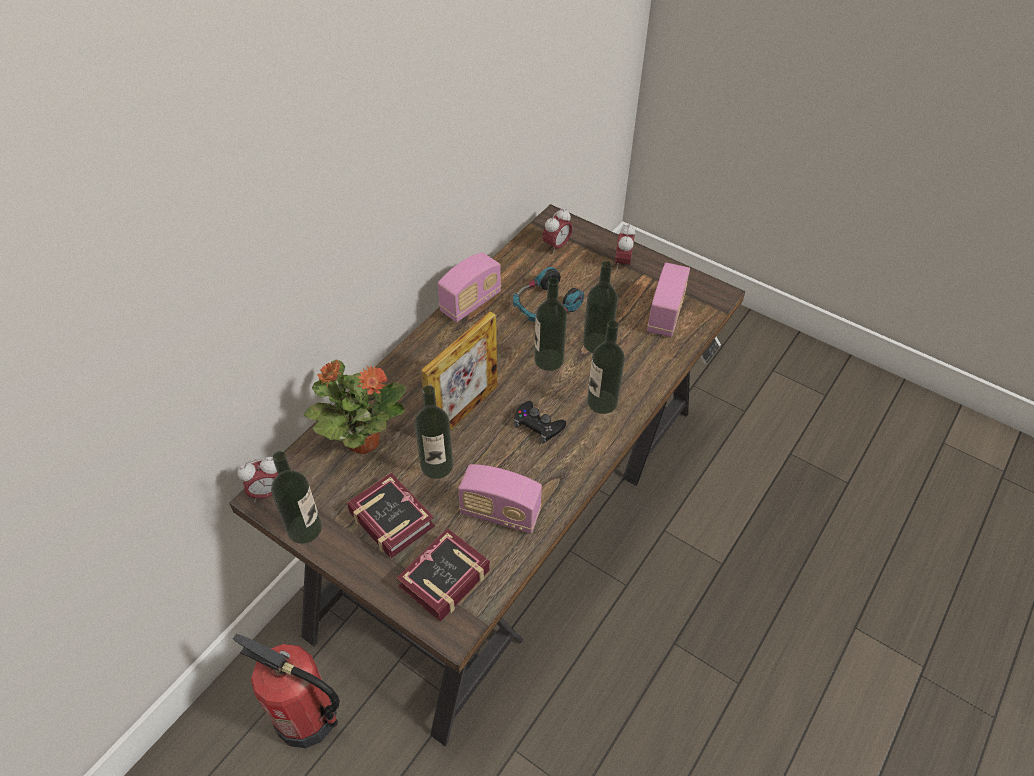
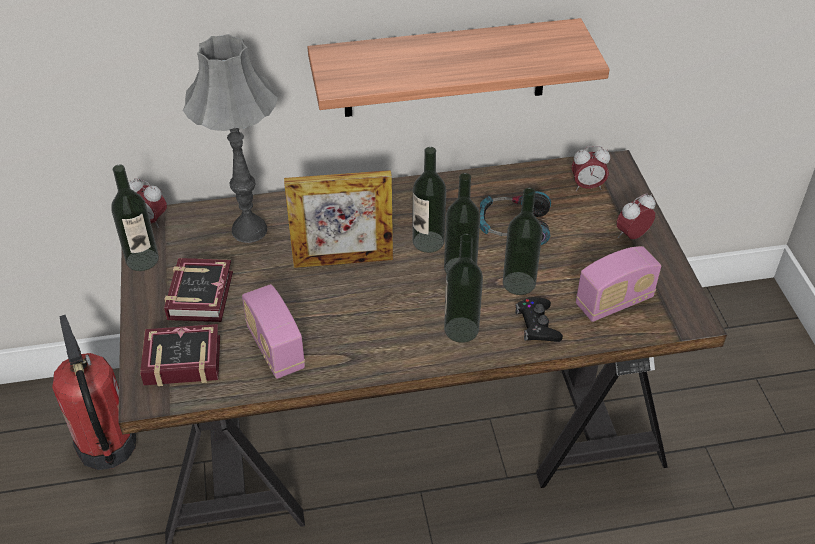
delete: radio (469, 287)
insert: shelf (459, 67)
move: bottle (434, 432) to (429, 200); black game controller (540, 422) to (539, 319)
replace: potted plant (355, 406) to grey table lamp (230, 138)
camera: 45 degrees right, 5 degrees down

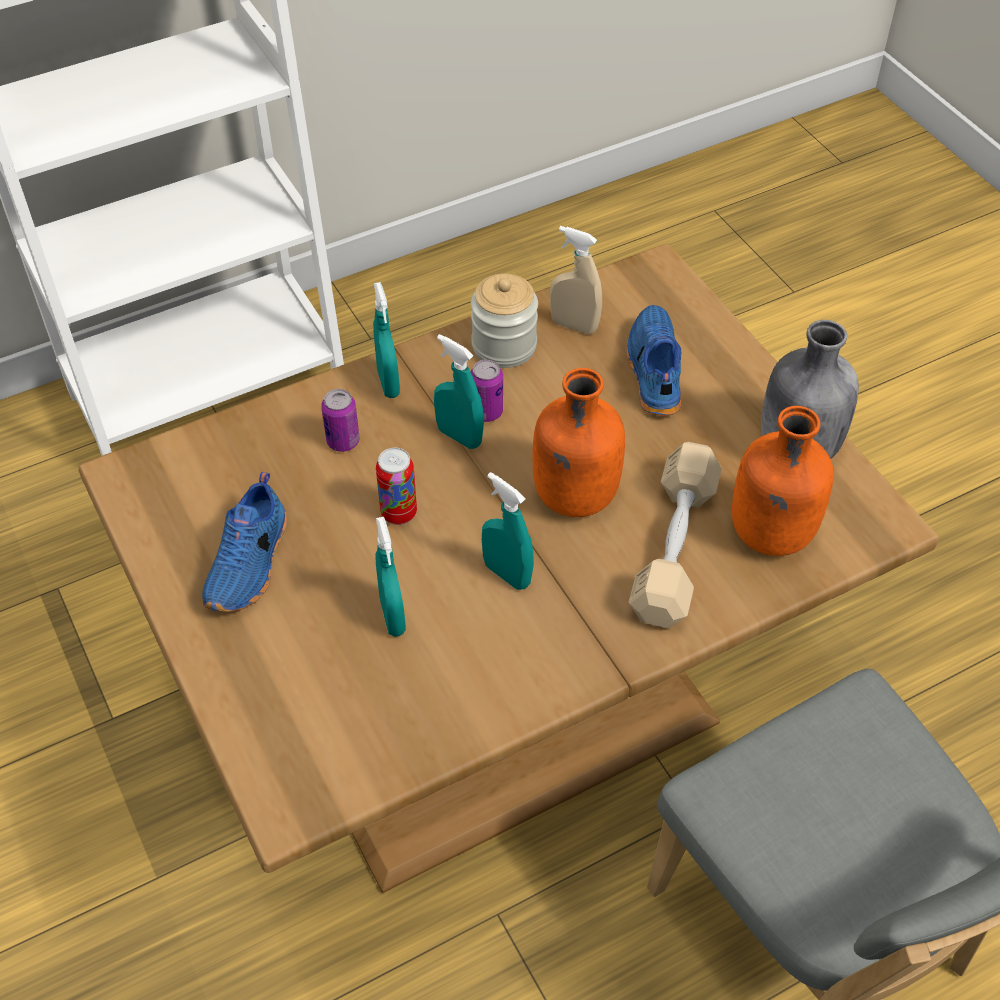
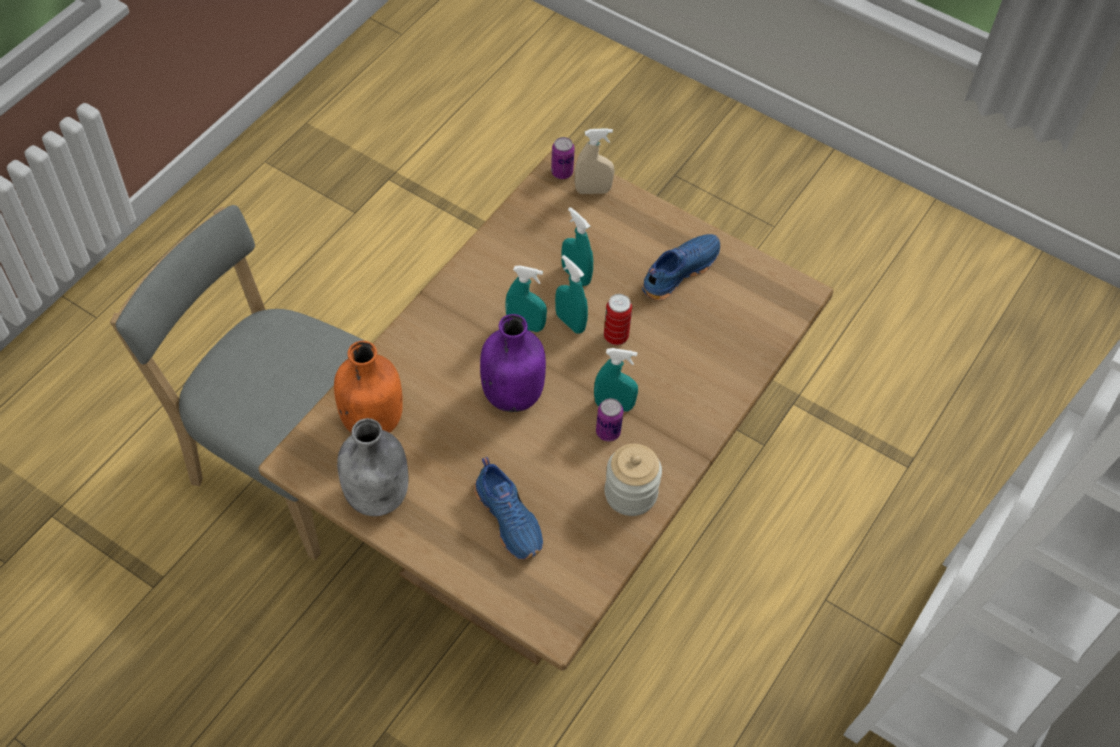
delete: beige dumbbell (675, 535)
move: can (340, 420) to (563, 158); turquoise spray bottle (386, 340) to (571, 294); beige spray bottle (576, 280) to (594, 161)
recolor: orange bottle (578, 442) to purple bottle (513, 363)
rotate: blue shoe (244, 542) = (681, 267) 60 degrees clockwise
camera: 150 degrees right, 5 degrees up

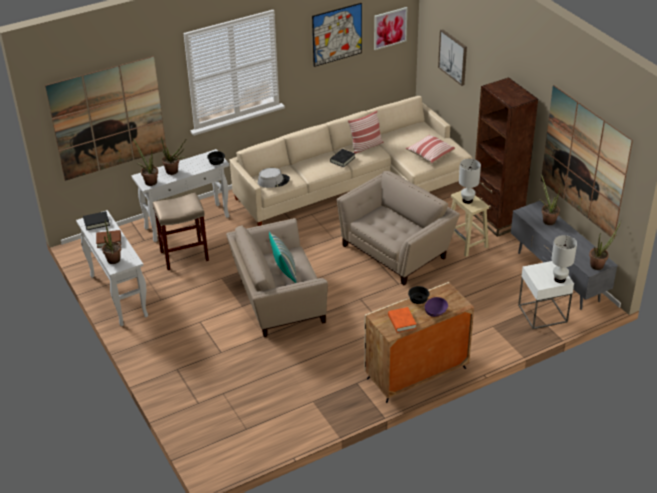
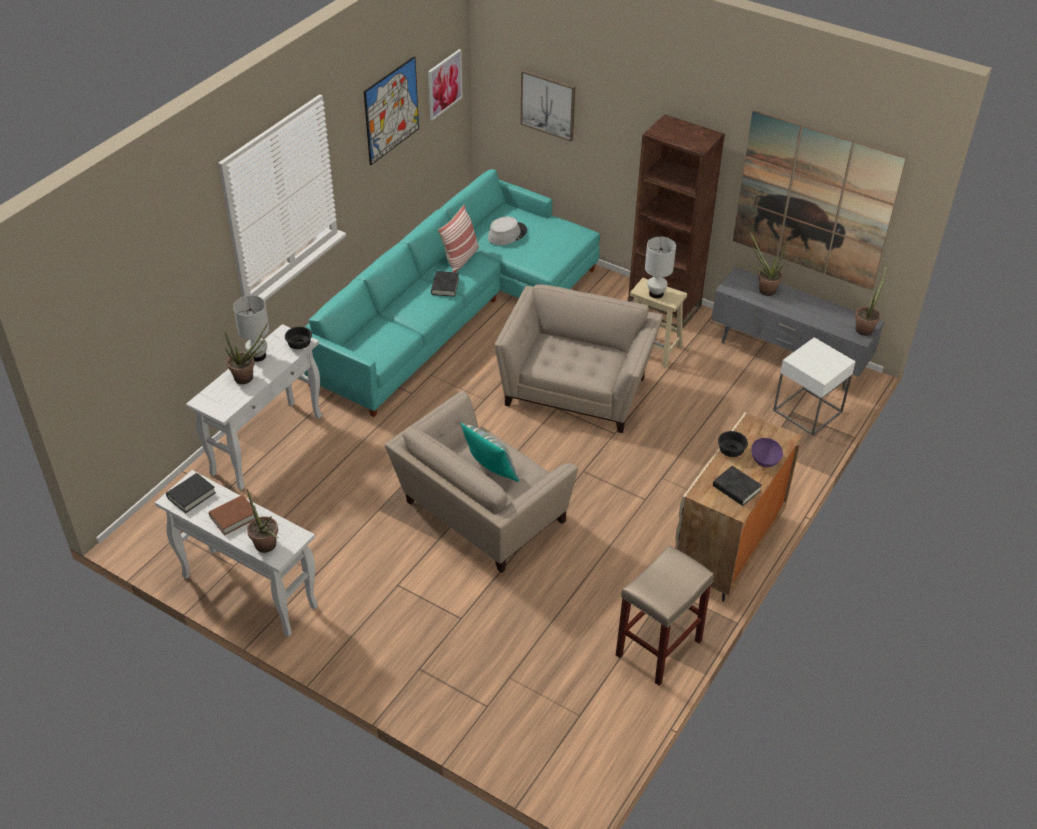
delete: picture (106, 118); potted plant (145, 162); pillow (430, 149)
move: white table lamp (564, 259) to (251, 328); grey hat (274, 178) to (507, 230); beige stool (181, 231) to (665, 615)
recolor: beige sofa (351, 161) to turquoise sofa (452, 293); orange book (402, 320) to black book (737, 486)
camera: 30 degrees left, 5 degrees up

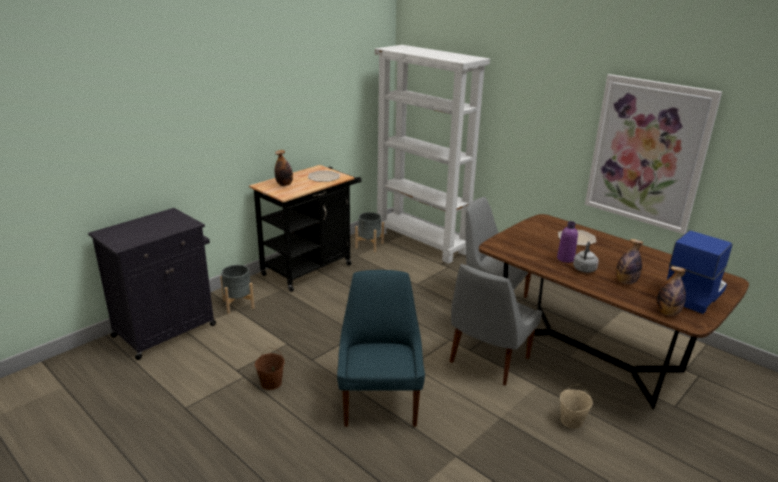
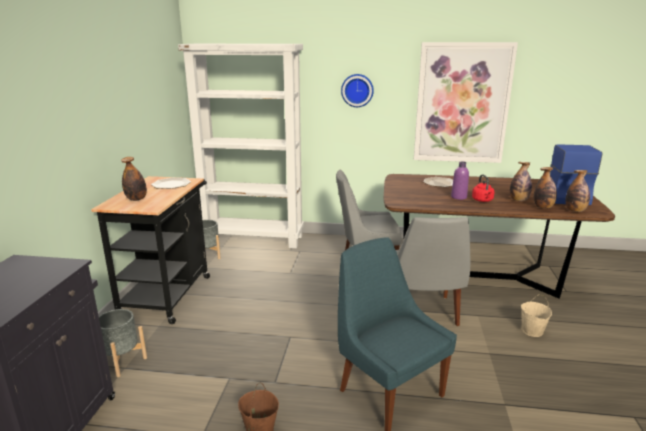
insert: wall clock (357, 90); bottle (545, 188)
recolor: grey kettle (586, 257) to red kettle (483, 188)
camera: 35 degrees left, 5 degrees down

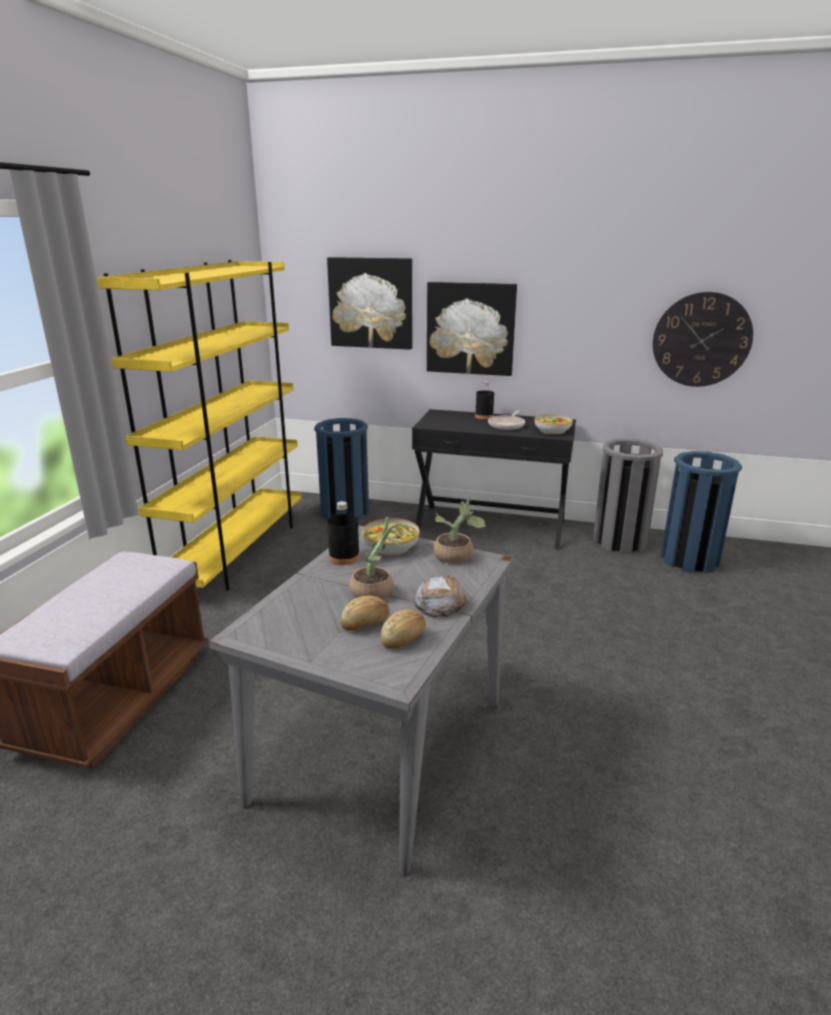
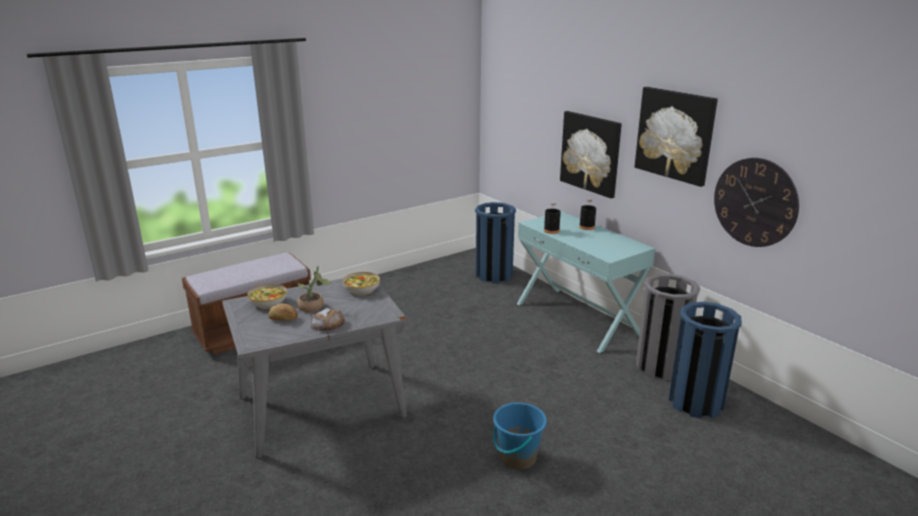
delete: yellow bookcase (199, 425); bread (403, 629); potted plant (459, 529); frying pan (506, 420)
insert: blue bucket (520, 436)
move: bowl (553, 424) to (267, 296); black bottle (343, 533) to (552, 218); picture (369, 303) to (676, 137)
recolor: black console table (494, 479) to turquoise console table (586, 282)
camera: 40 degrees right, 0 degrees up

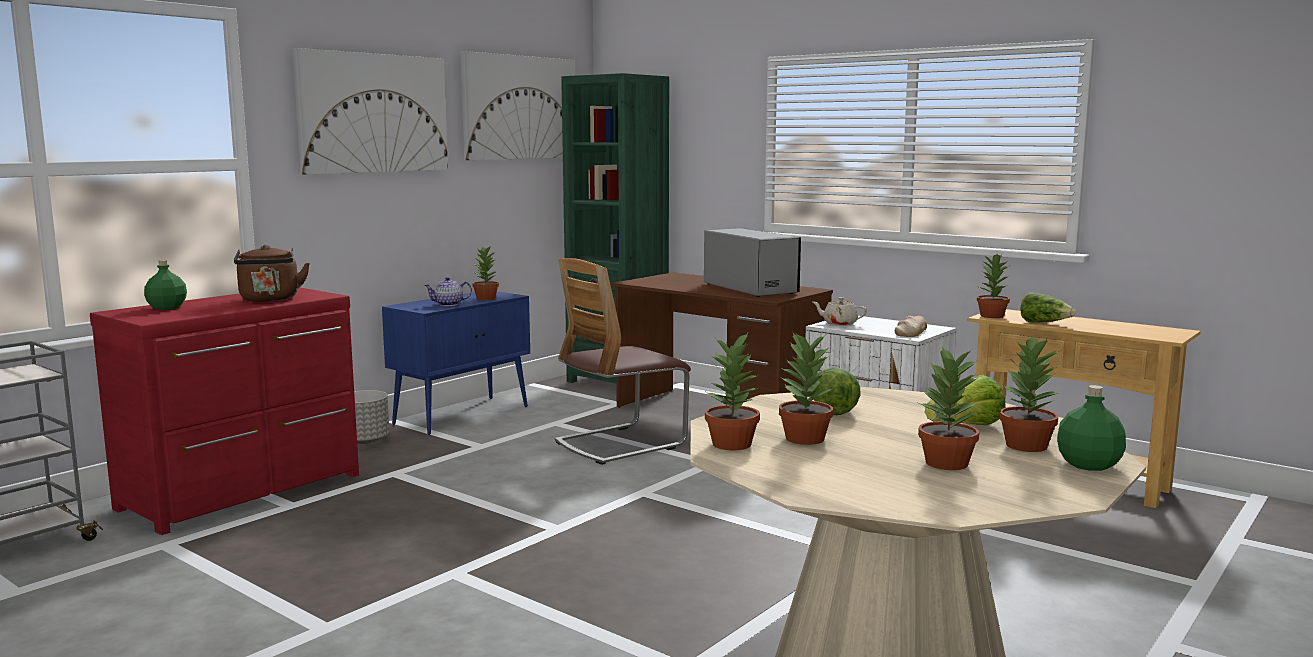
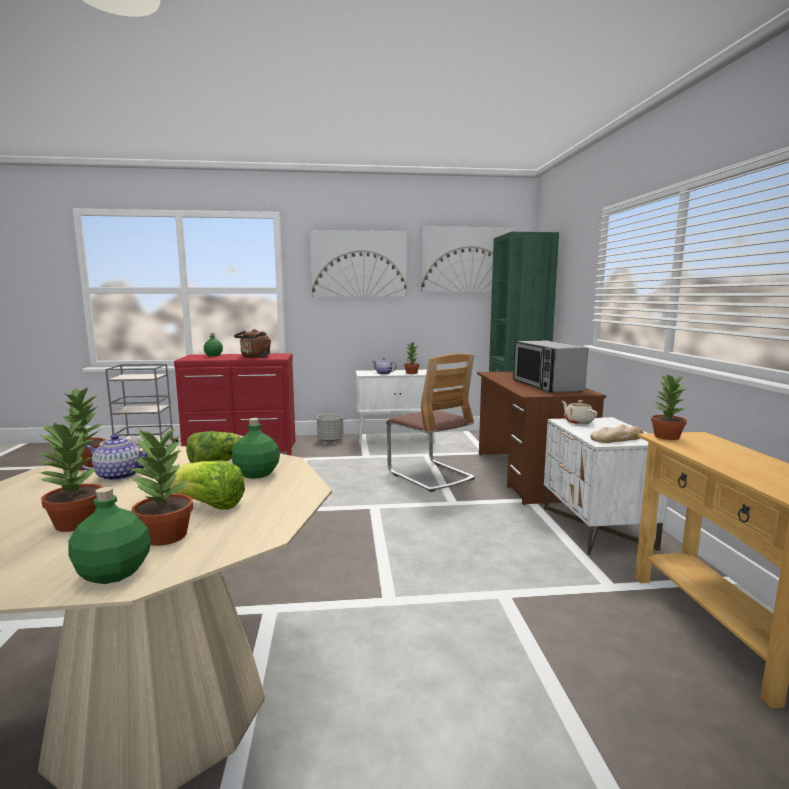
delete: lettuce (1048, 307)
insert: green bottle (256, 448)
replace: potted plant (806, 388) to teapot (114, 457)
recolor: blue cabinet (456, 363) to white cabinet (397, 407)
rotate: chair (623, 361) = (430, 423) 135 degrees counterclockwise; microwave (752, 262) = (550, 367) 150 degrees clockwise
camera: 45 degrees right, 0 degrees up

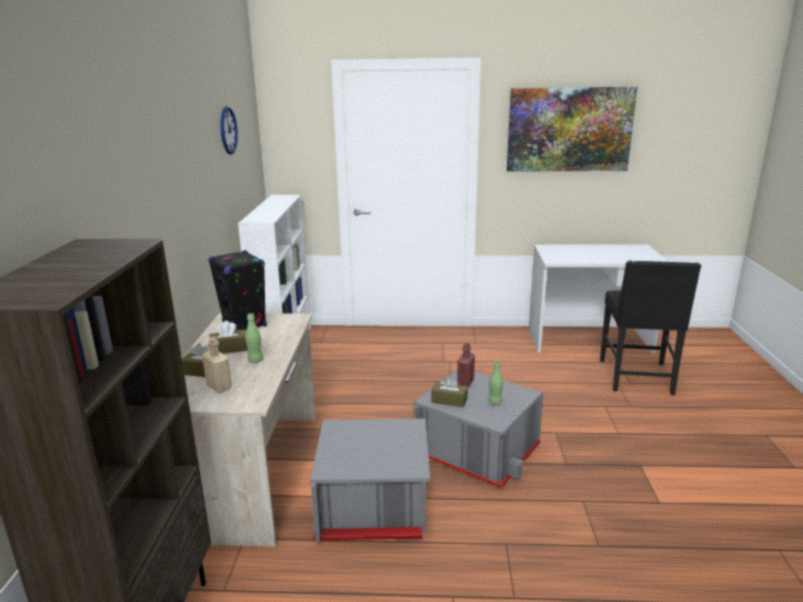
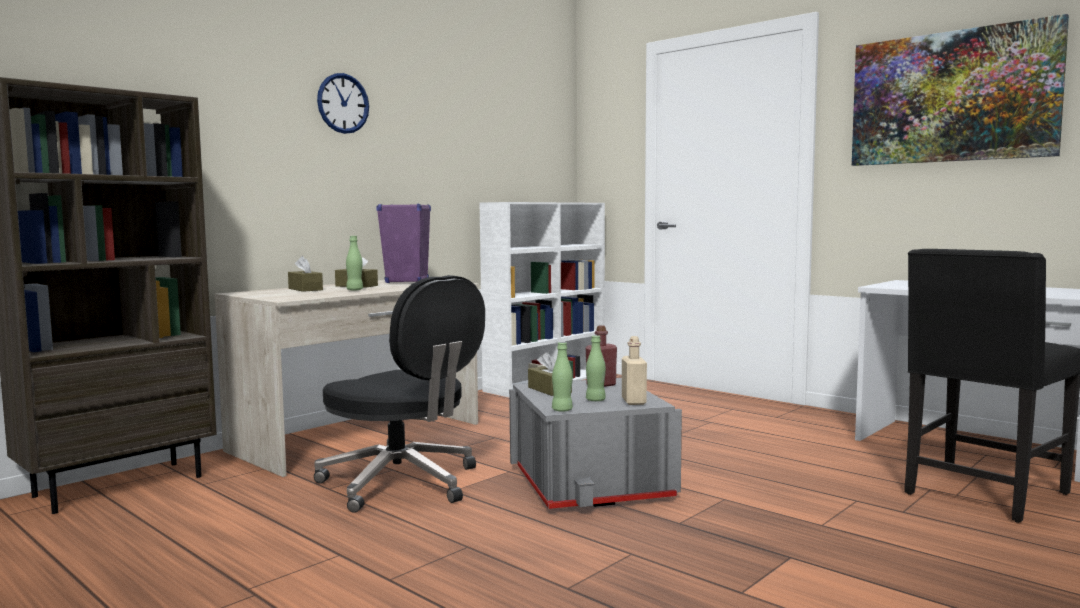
insert: green bottle (562, 376)
move: wall clock (229, 130) to (343, 103); beige bottle (217, 365) to (634, 370)
replace: grey storage box (370, 481) to black office chair (399, 394)
recolor: black speaker (237, 290) to purple speaker (403, 243)
camera: 40 degrees right, 15 degrees down

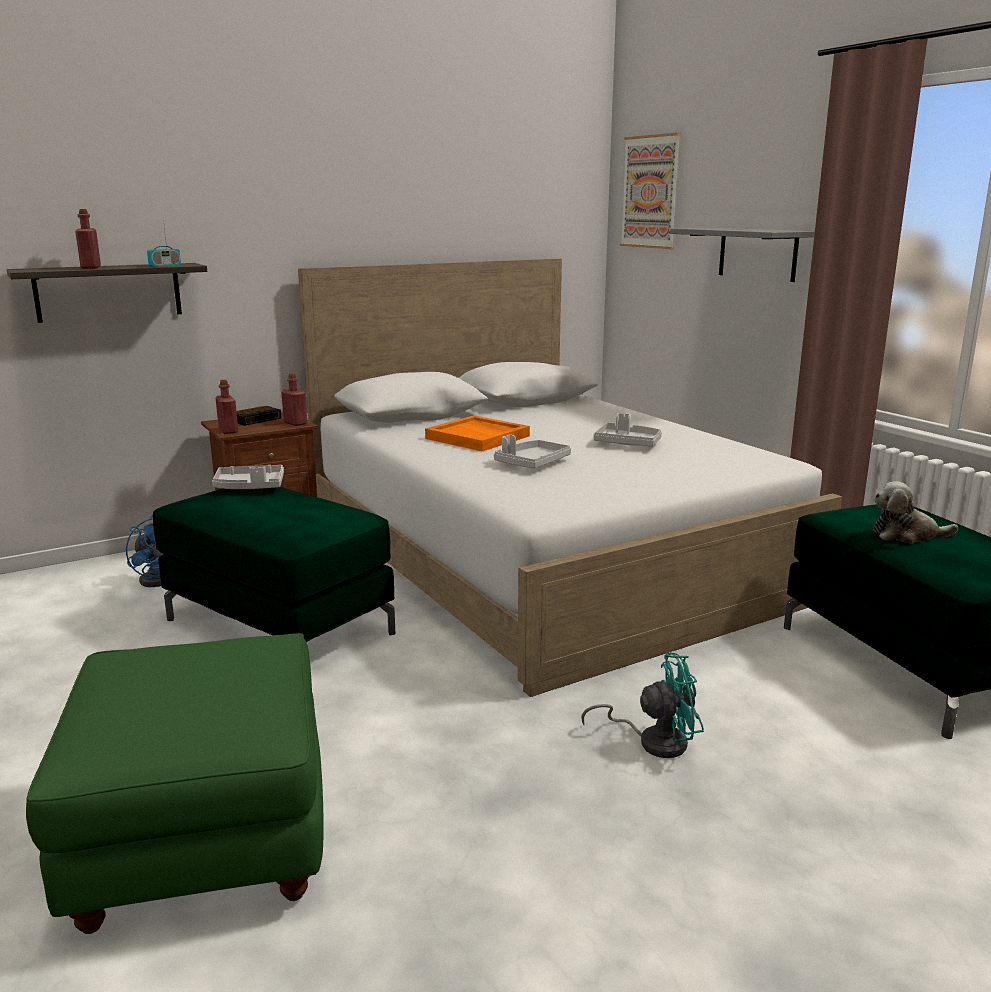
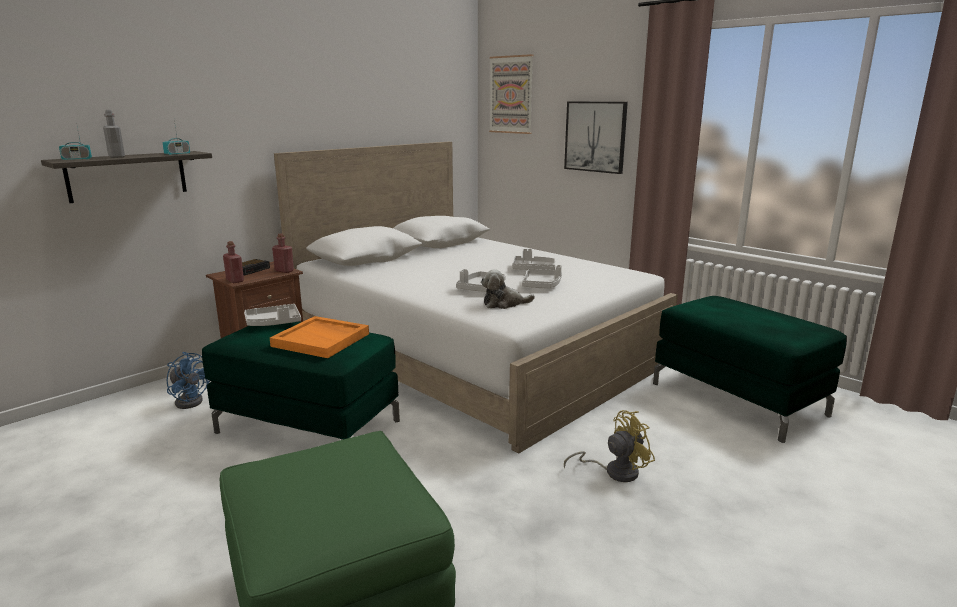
insert: radio (75, 143); grey tray (542, 276)
move: orange tray (477, 433) to (319, 337); plush toy (916, 512) to (508, 289)
replace: grey shelf (742, 255) to picture (596, 137)
recolor: red bottle (88, 239) to grey bottle (114, 134); turquoise fan (642, 705) to yellow fan (609, 446)
camera: 15 degrees left, 0 degrees up

